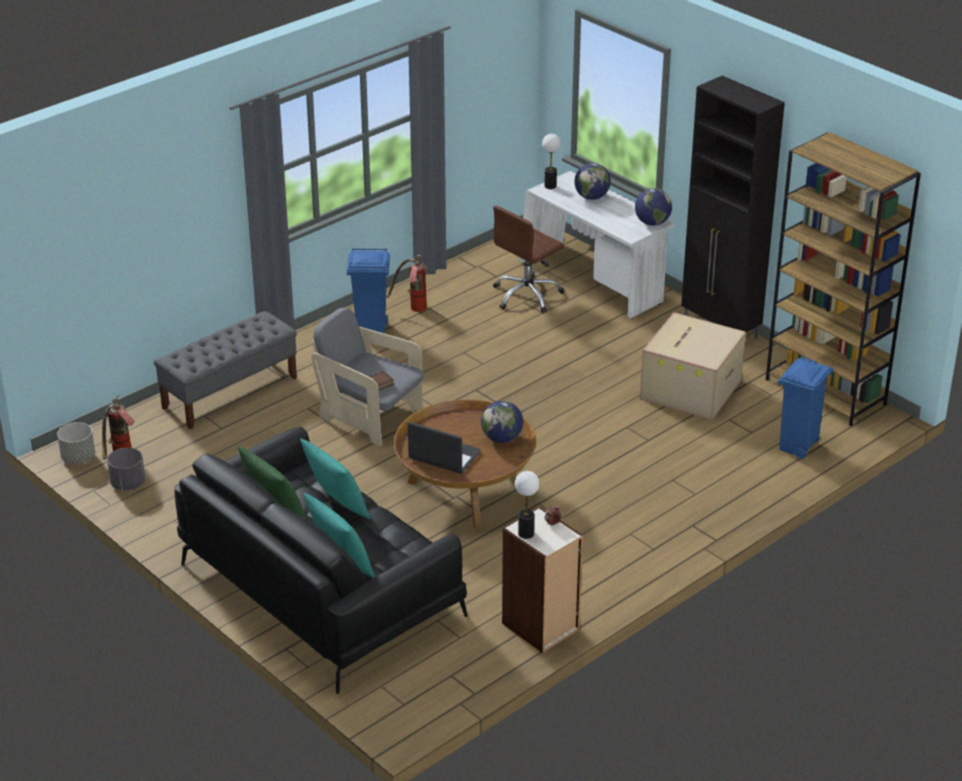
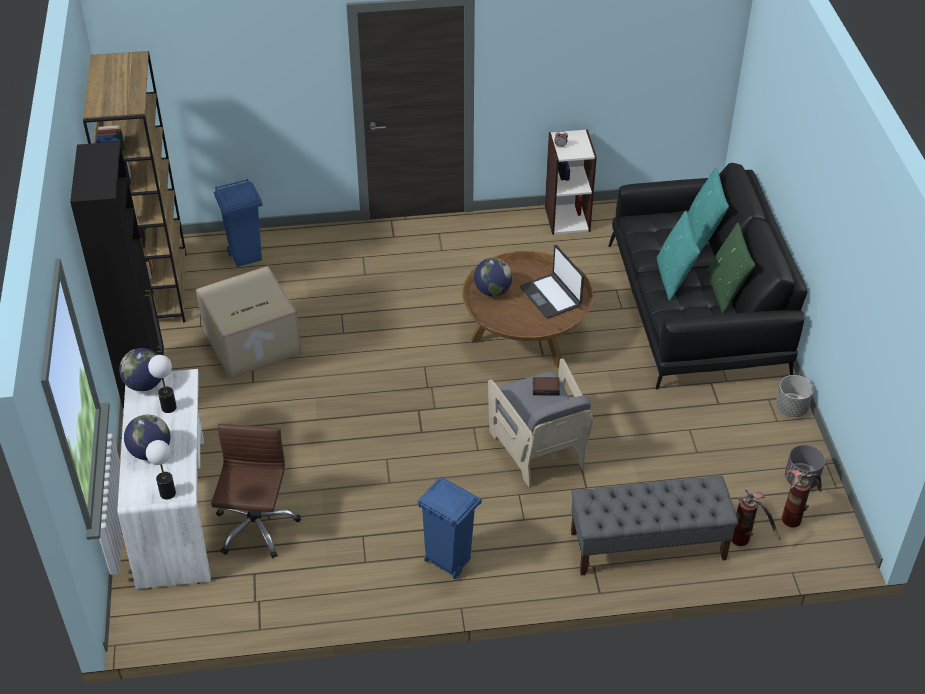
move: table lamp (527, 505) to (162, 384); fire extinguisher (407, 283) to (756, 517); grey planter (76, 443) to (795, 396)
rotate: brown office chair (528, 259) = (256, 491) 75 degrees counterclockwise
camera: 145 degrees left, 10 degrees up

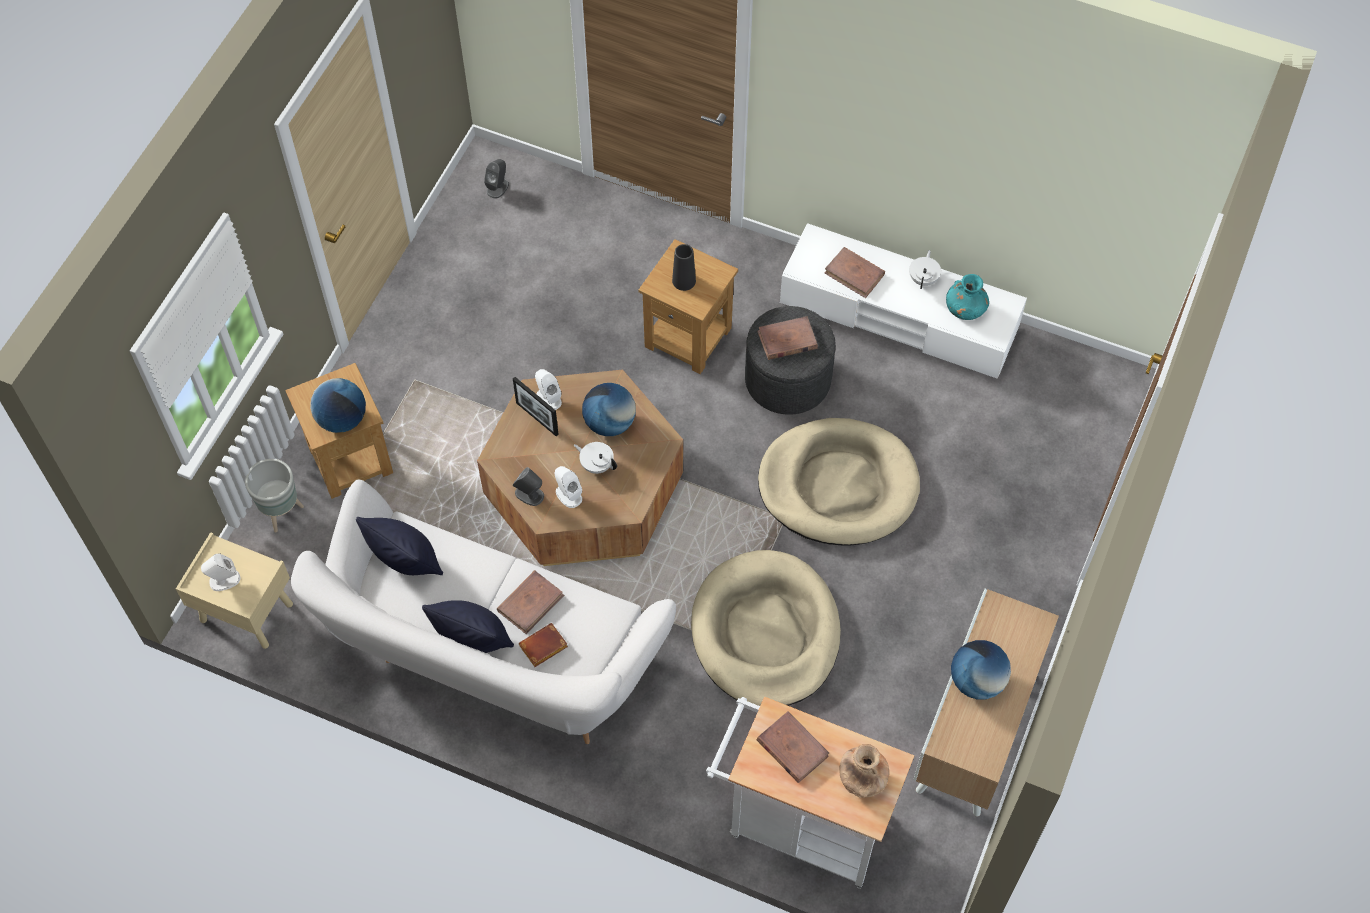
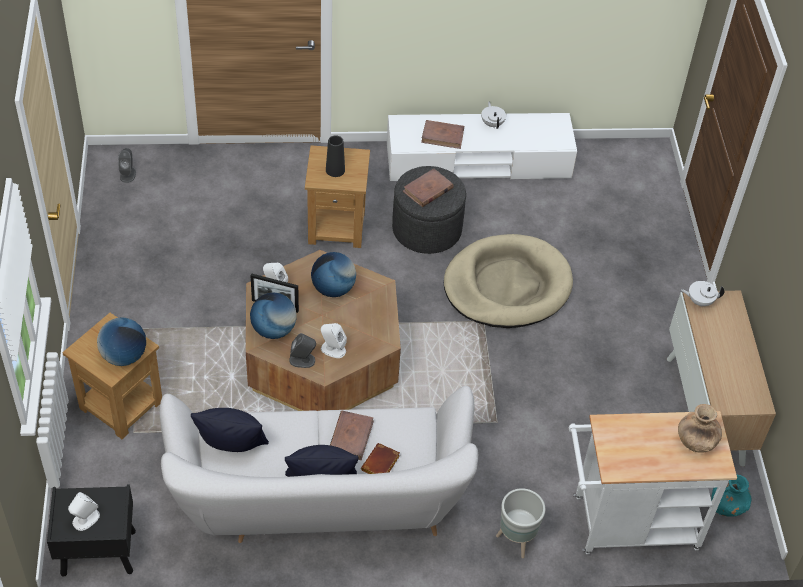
delete: beige dog bed (766, 628); brown book (793, 747)
move: globe (981, 669) to (273, 316); grey planter (274, 496) to (521, 523); white teapot (595, 458) to (702, 293); turquoise vase (967, 297) to (731, 496)
recolor: beige nightstand (234, 590) to black nightstand (91, 531)
camera: 30 degrees left, 10 degrees down

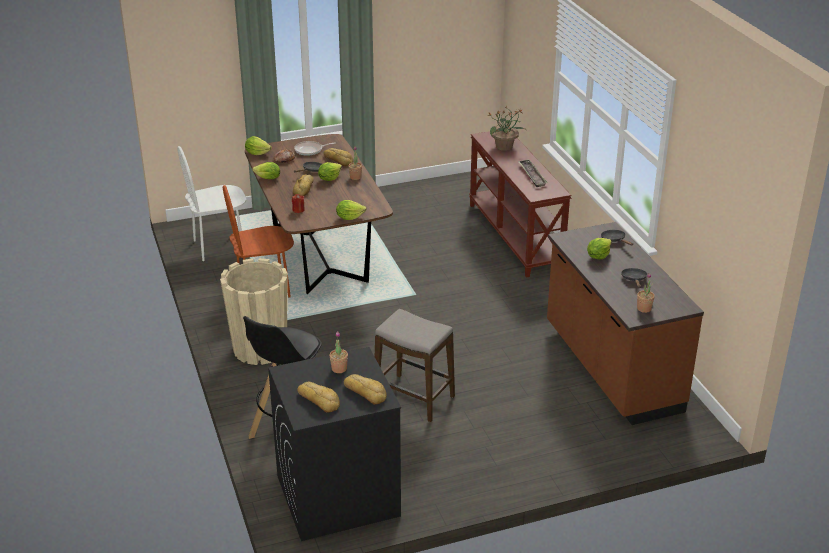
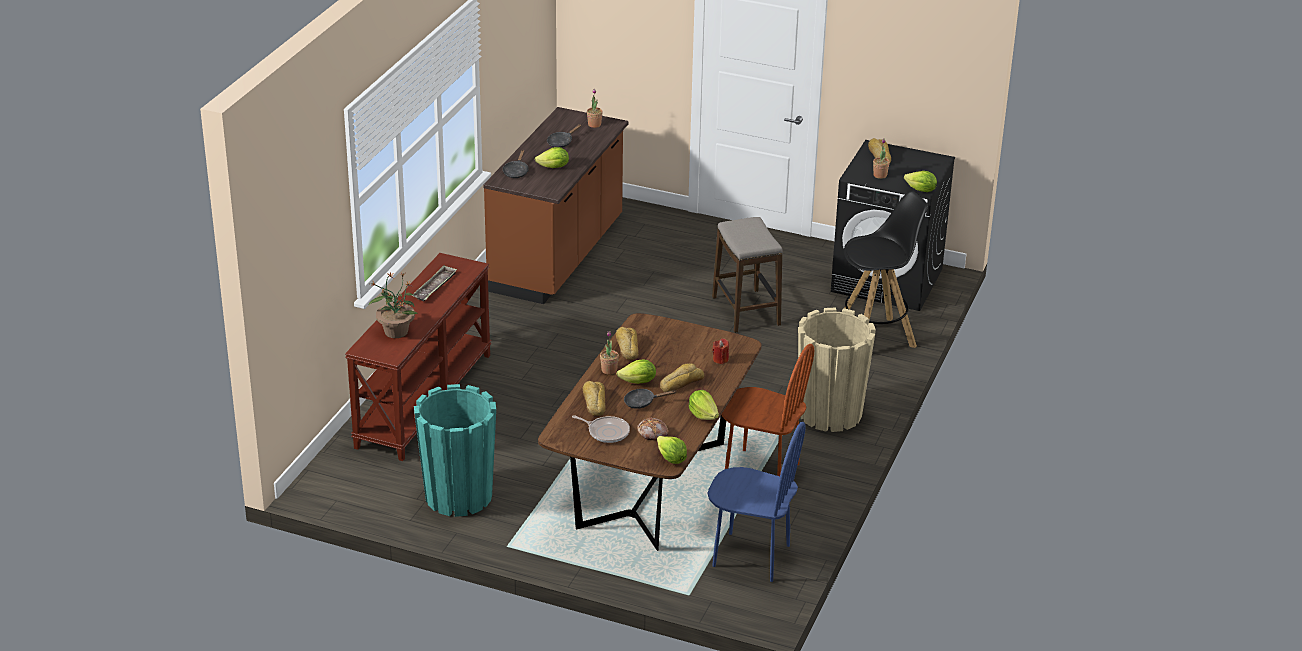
insert: turquoise planter (455, 450)
move: bread (319, 397) to (627, 343); lettuce (351, 210) to (920, 181)
recolor: white chair (211, 203) to blue chair (757, 502)
camera: 140 degrees left, 0 degrees up

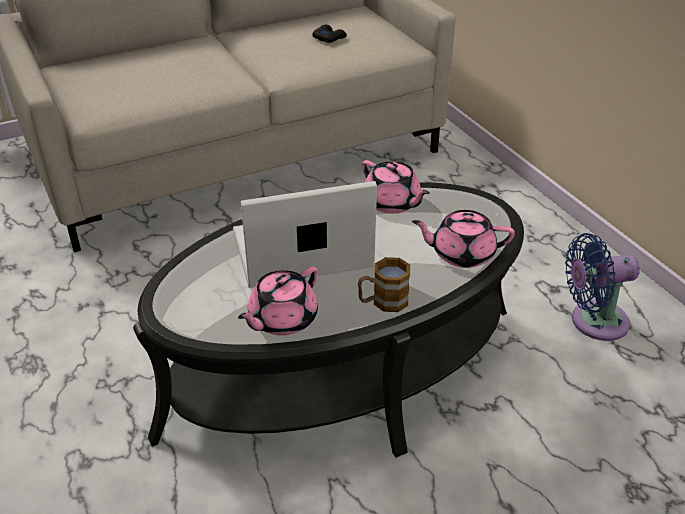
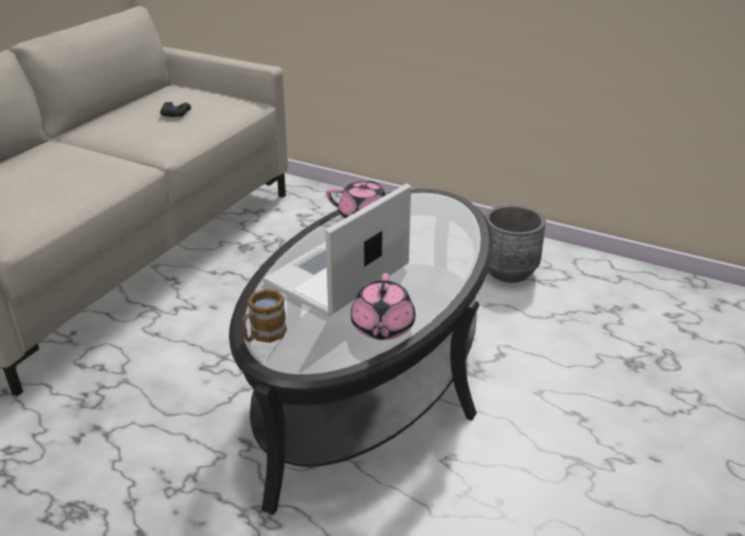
delete: pink teapot (463, 239)
move: mug (384, 284) to (264, 316)
replace: blue fan (602, 287) to grey planter (515, 244)
camera: 35 degrees left, 5 degrees down

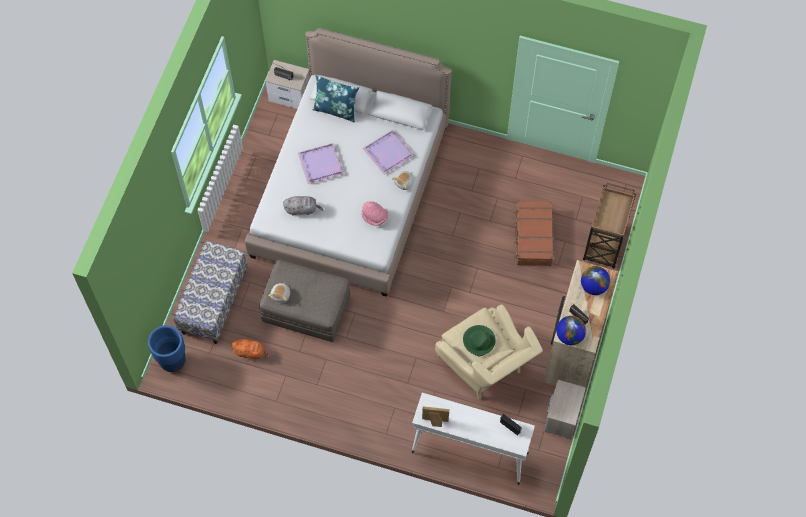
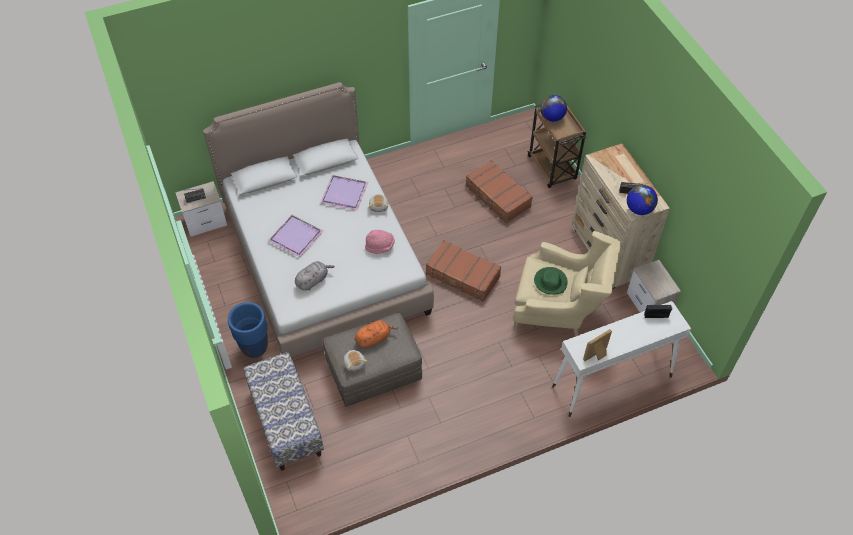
delete: blue pillow (335, 98)
insert: brown suitcase (463, 271)
move: blue planter (166, 348) to (248, 330); orange plush toy (251, 349) to (376, 334); globe (595, 280) to (553, 108)
camera: 40 degrees left, 10 degrees down

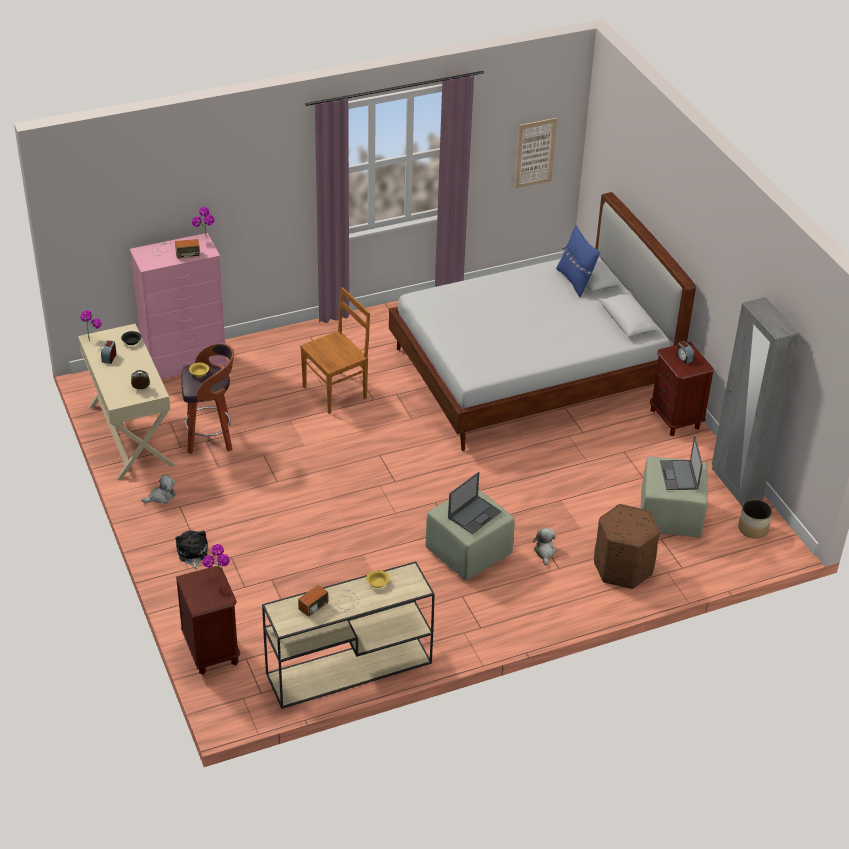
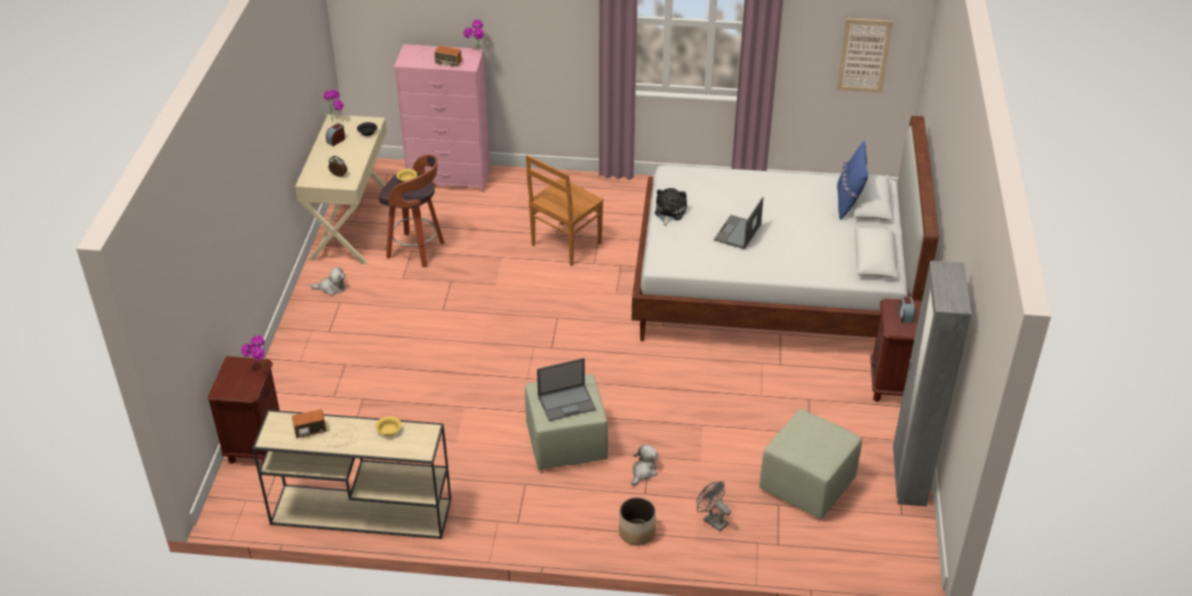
move: planter (755, 518) to (637, 521); plush toy (191, 550) to (671, 207); laptop (681, 463) to (739, 223)
replace: brown ottoman (627, 546) to grey fan (713, 506)
rotate: brown chair (335, 350) = (565, 210) 135 degrees clockwise
camera: 30 degrees right, 0 degrees up

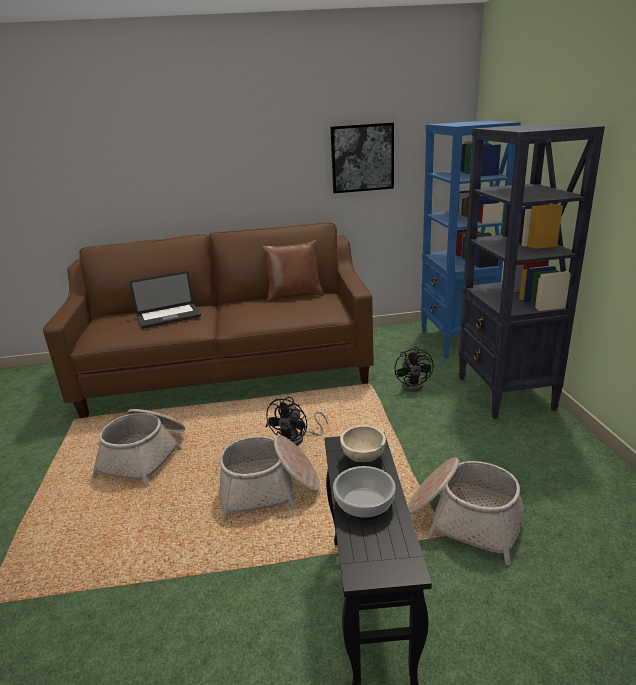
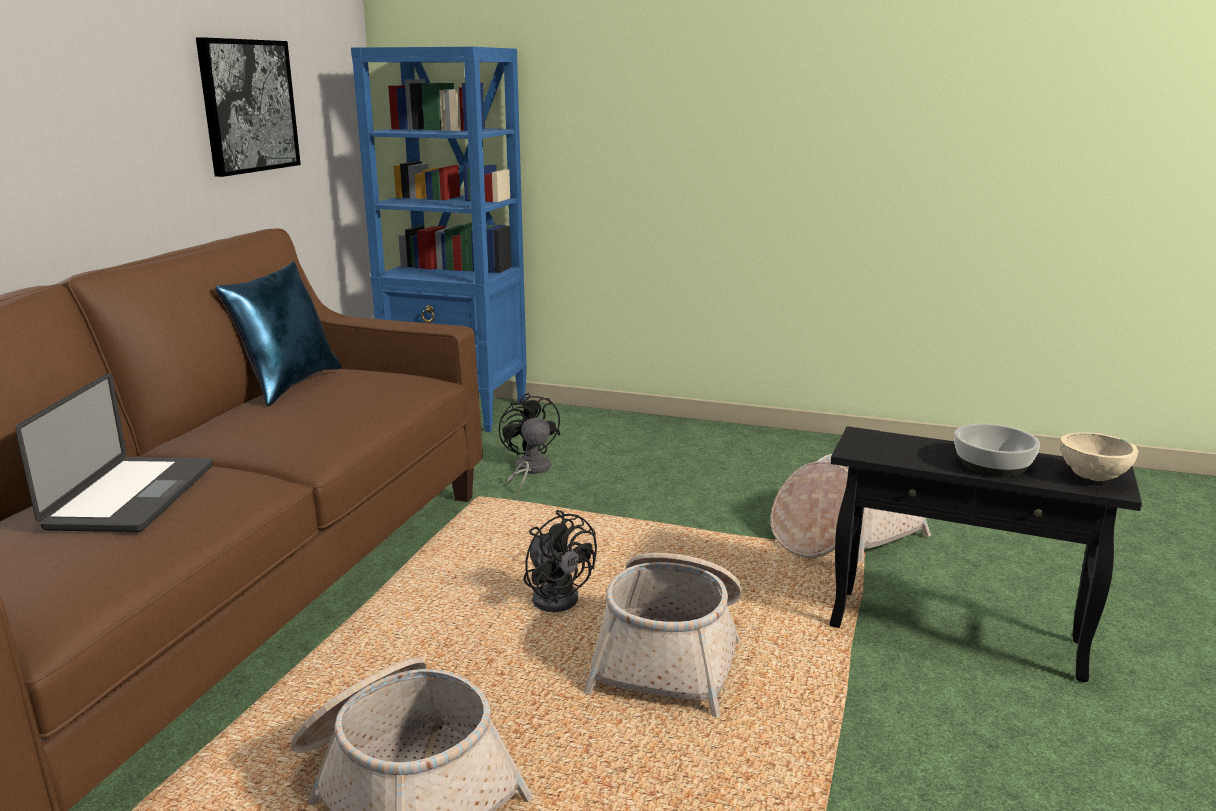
delete: black bookcase (531, 271)
move: beige bowl (363, 443) to (1099, 456)
recolor: brown pillow (293, 271) to blue pillow (278, 334)
rotate: black fan (414, 369) = (529, 443) 135 degrees counterclockwise
camera: 65 degrees left, 5 degrees down

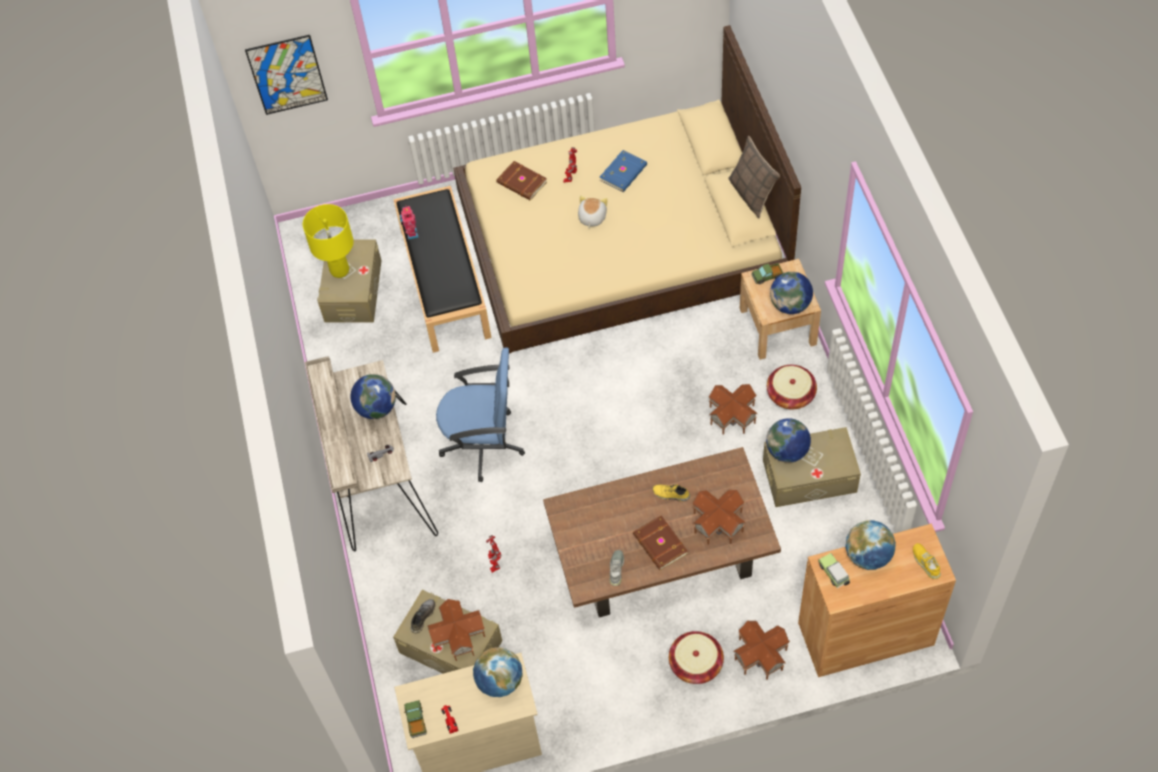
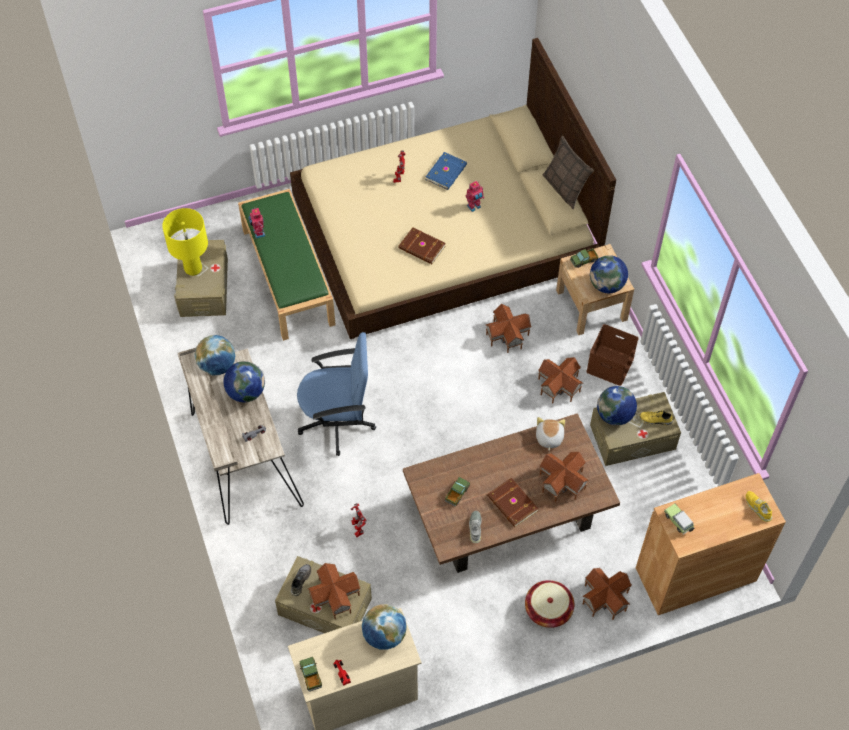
delete: picture (286, 75)
insert: toy truck (457, 492); toy robot (474, 196); toy house (508, 328)
move: globe (870, 545) to (214, 355); brown book (521, 180) to (422, 245); plush toy (593, 211) to (550, 434); yellow shoe (671, 492) to (656, 418)
replace: basket (792, 387) to brown storage box (612, 355)
recolor: black bench (442, 269) to green bench (287, 265)
camera: 10 degrees left, 0 degrees up

